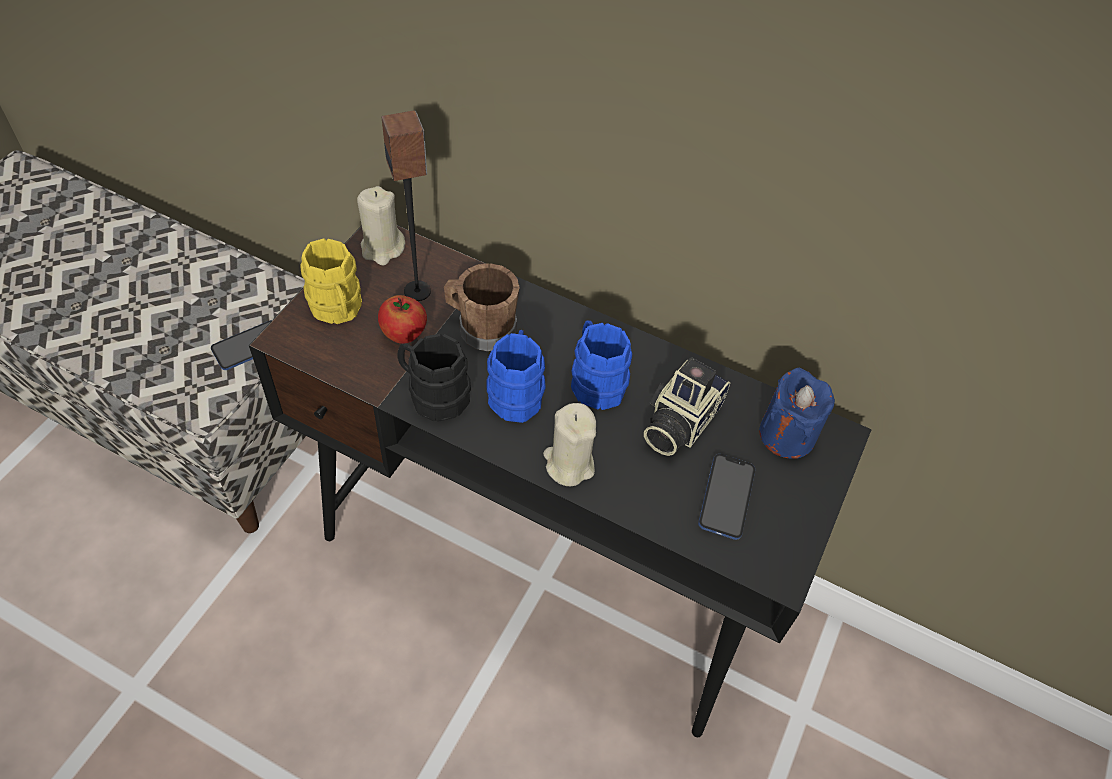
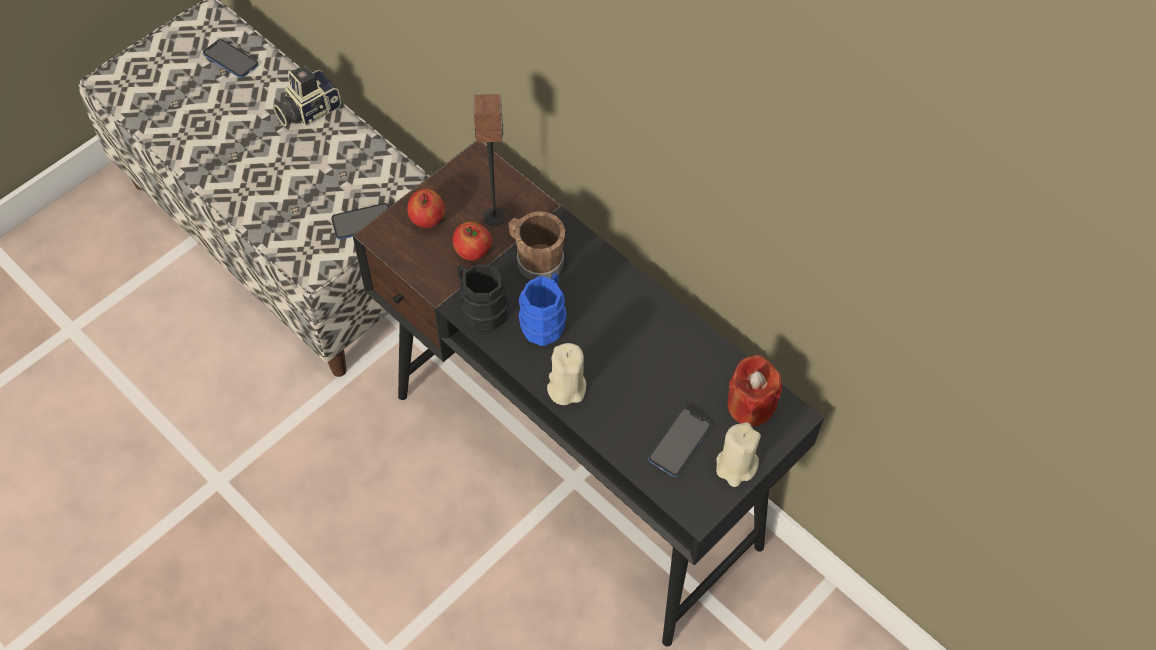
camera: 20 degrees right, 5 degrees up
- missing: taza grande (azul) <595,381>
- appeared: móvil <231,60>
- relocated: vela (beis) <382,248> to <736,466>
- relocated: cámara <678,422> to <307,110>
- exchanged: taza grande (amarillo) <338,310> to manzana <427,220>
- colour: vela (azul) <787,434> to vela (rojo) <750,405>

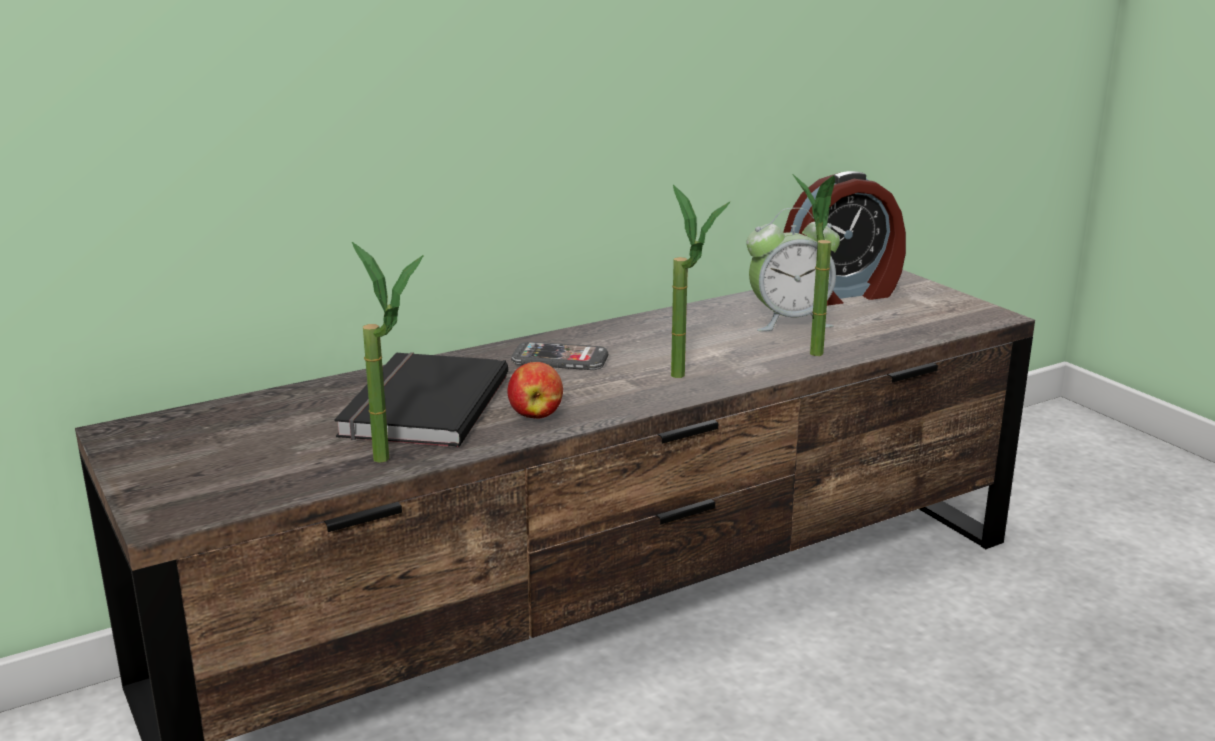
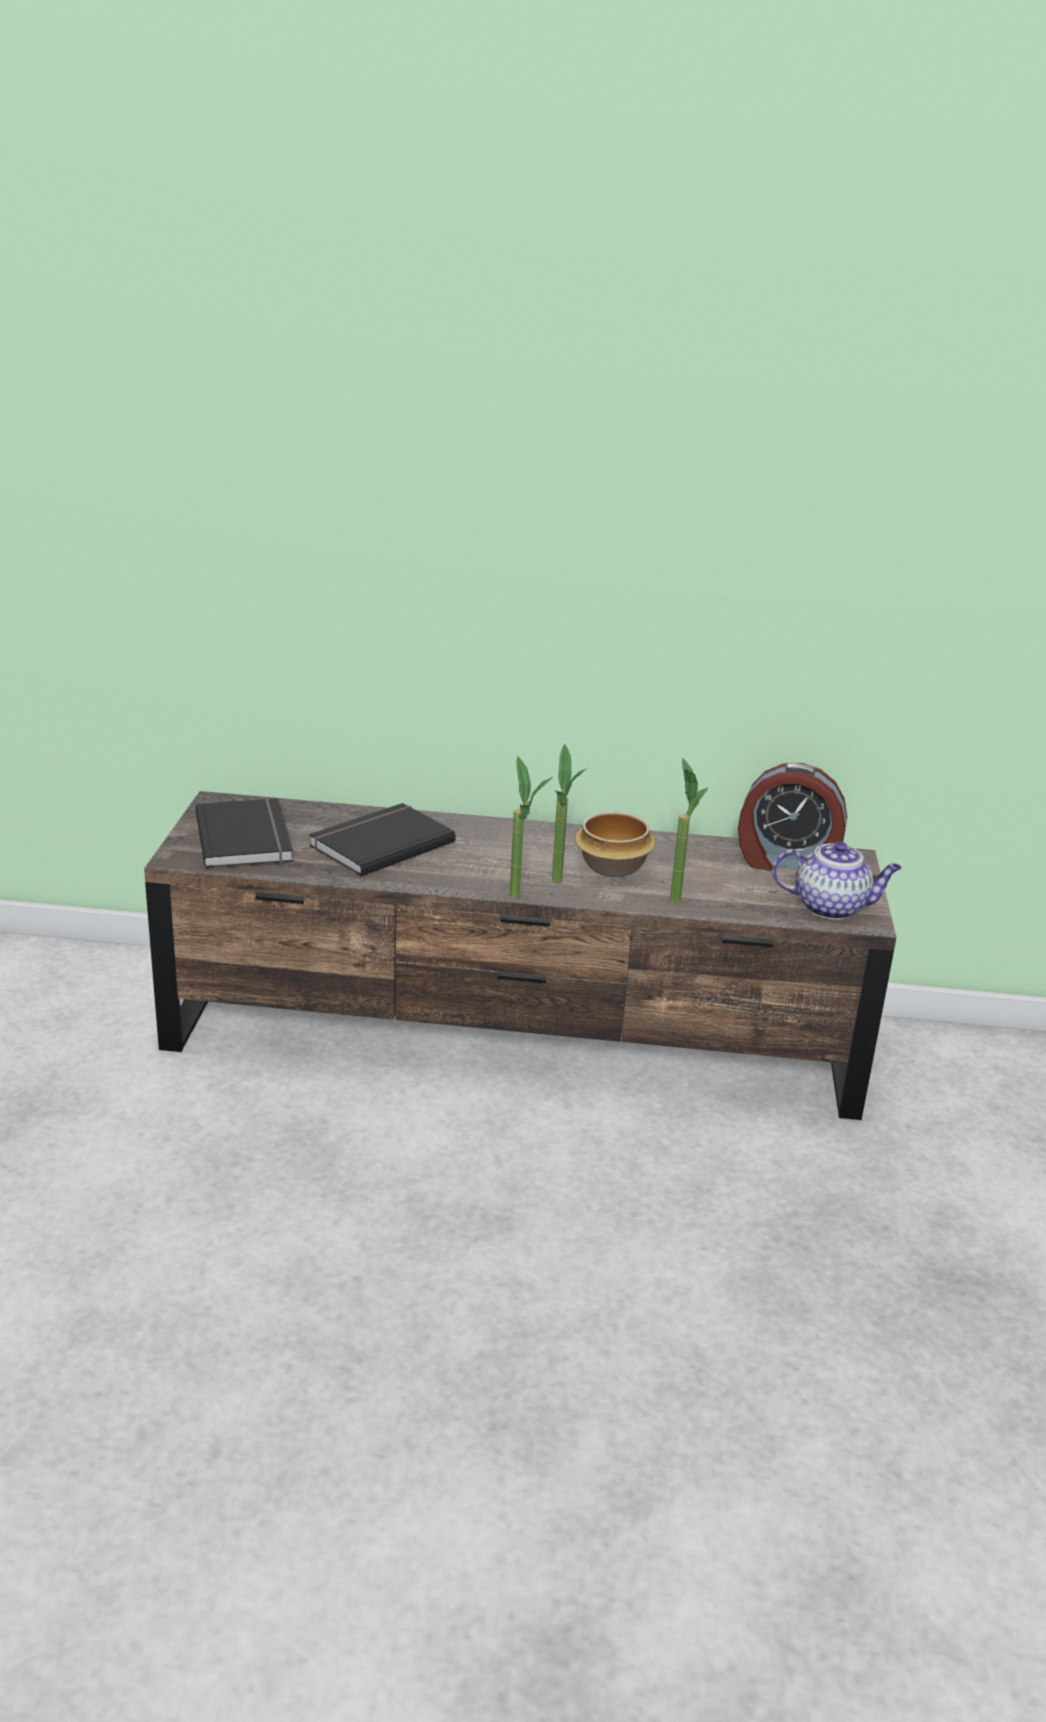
camera: 35 degrees right, 5 degrees up
- missing: manzana <535,414>
- missing: móvil <560,360>
- missing: despertador <789,321>
- appeared: libro (negro) <247,837>
- appeared: cuenco <614,867>
- appeared: tetera <831,907>
- relocated: planta en maceta <397,460> to <522,899>

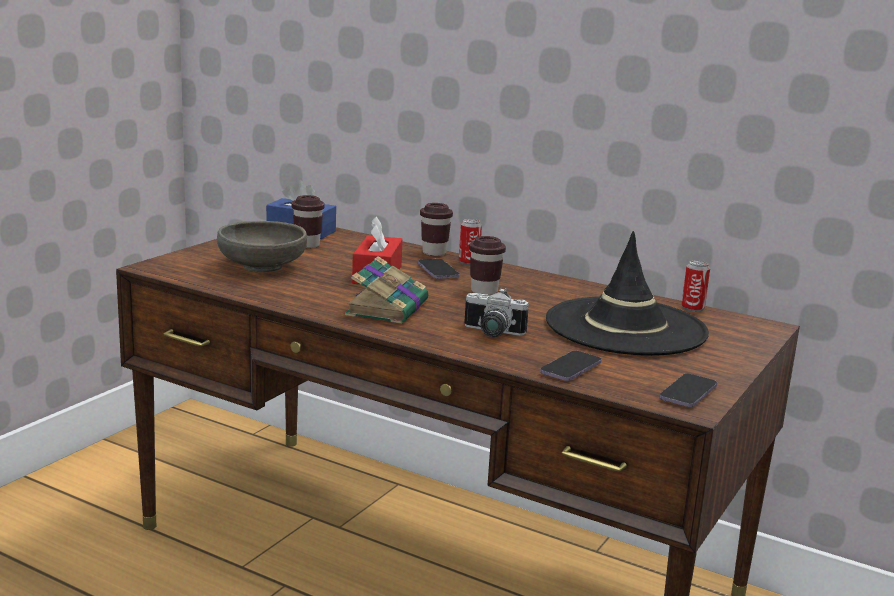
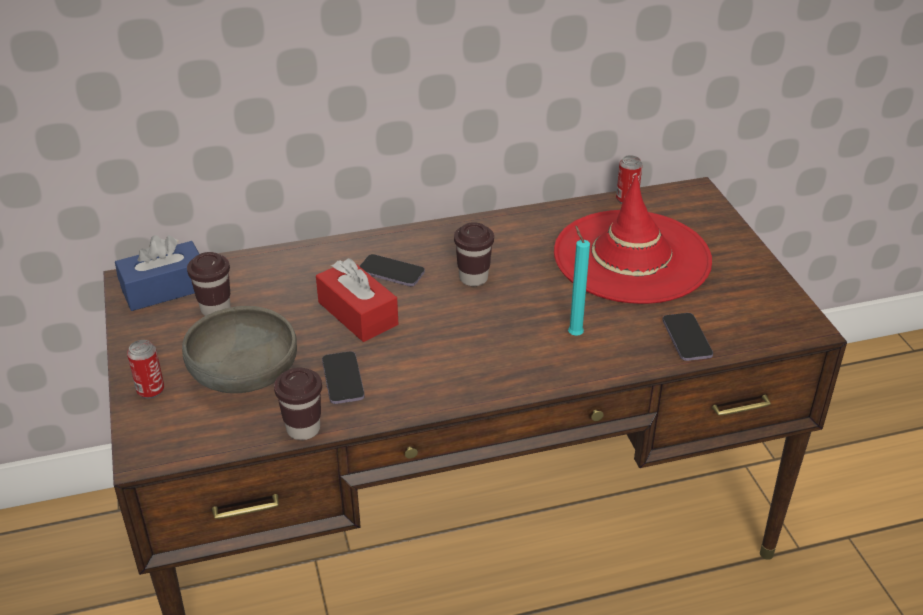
camera: 45 degrees left, 20 degrees up
- missing: libro <388,307>
- relocated: taza (marrón) <434,253> to <303,429>
- relocated: lata <469,262> to <150,390>
- relocated: móvil <688,393> to <343,379>
- exchanged: cámara <491,333> to vela (turquesa) <574,334>
- colour: sombrero (negro) <625,327> to sombrero (rojo) <632,257>

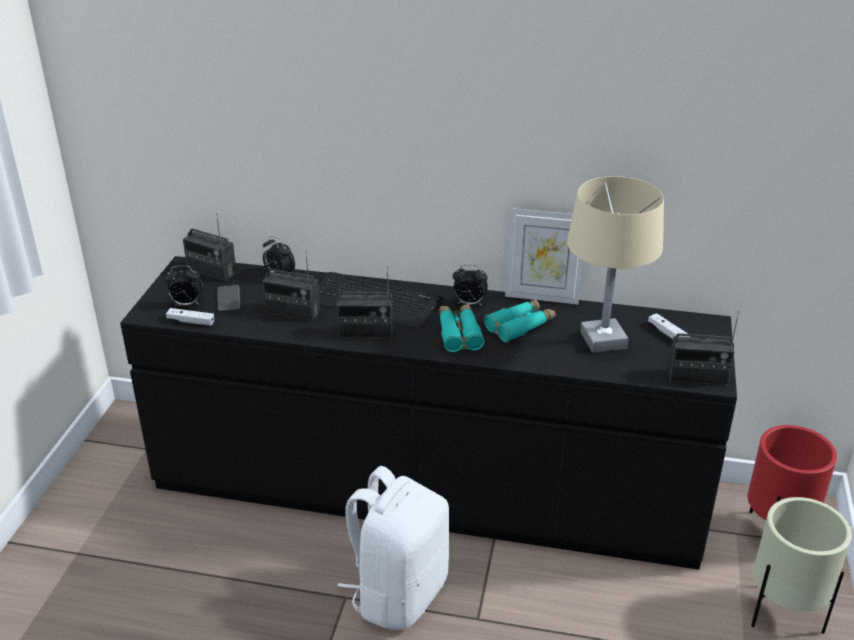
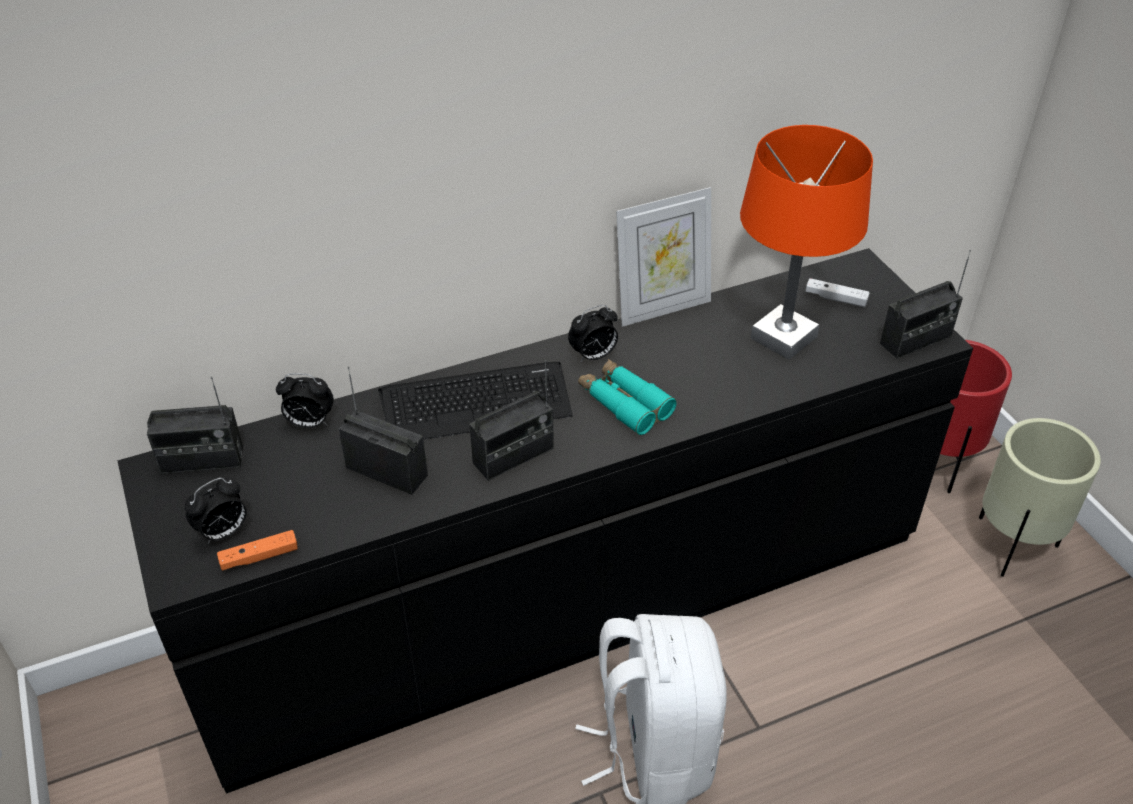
camera: 35 degrees left, 10 degrees up
- missing: móvil <228,299>
- missing: prismáticos (turquesa) <520,326>
- colour: mando de consola (blanco) <191,321> to mando de consola (naranja) <259,557>
- colour: lámpara de mesa (beis) <603,340> to lámpara de mesa (naranja) <783,338>
- spun: radio <292,311> = <387,471> 135 degrees counterclockwise

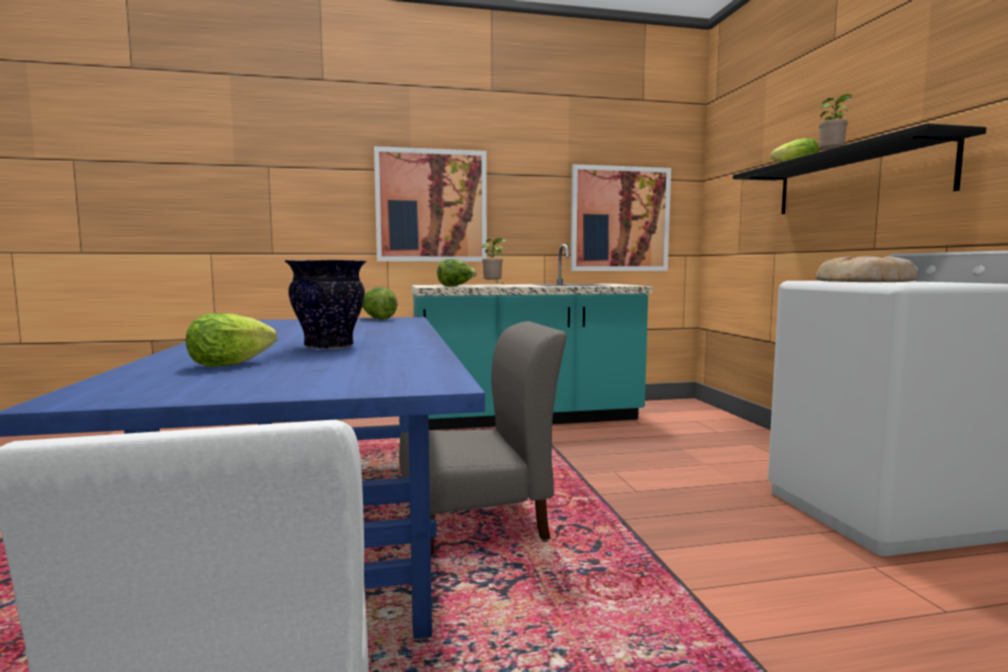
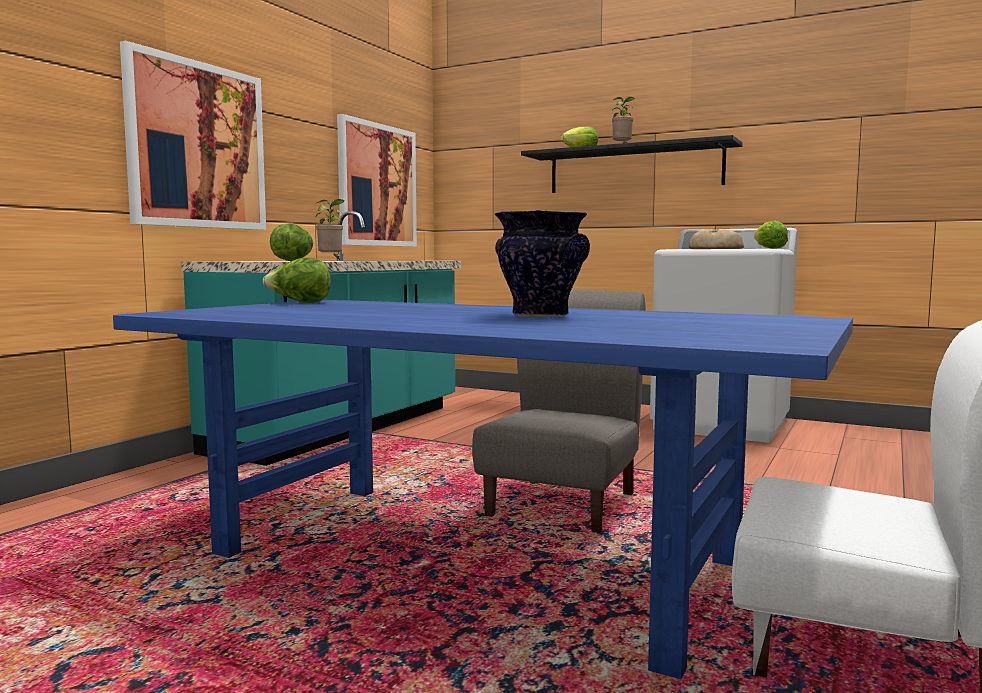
camera: 50 degrees left, 0 degrees up
- relocated: lechuga <229,364> to <769,249>

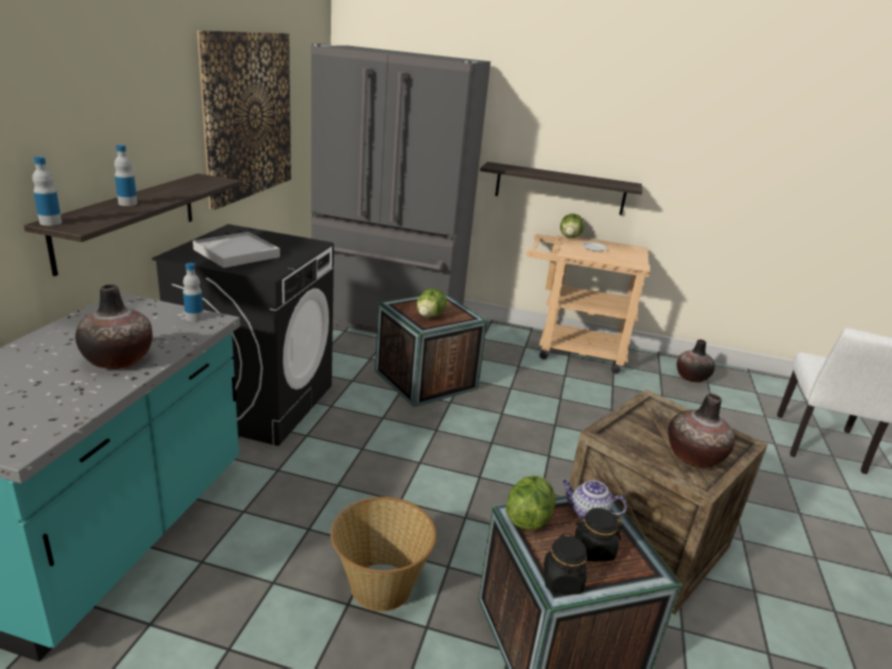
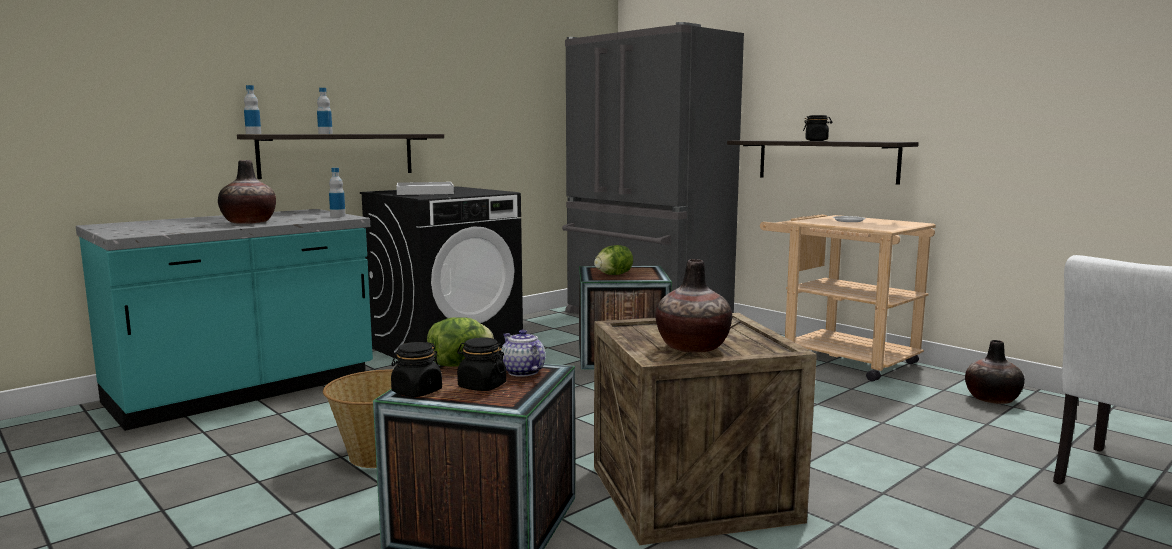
camera: 35 degrees right, 15 degrees down
- missing: cuadro <248,116>
- missing: lechuga <570,237>
- appeared: tarro (negro) <816,140>

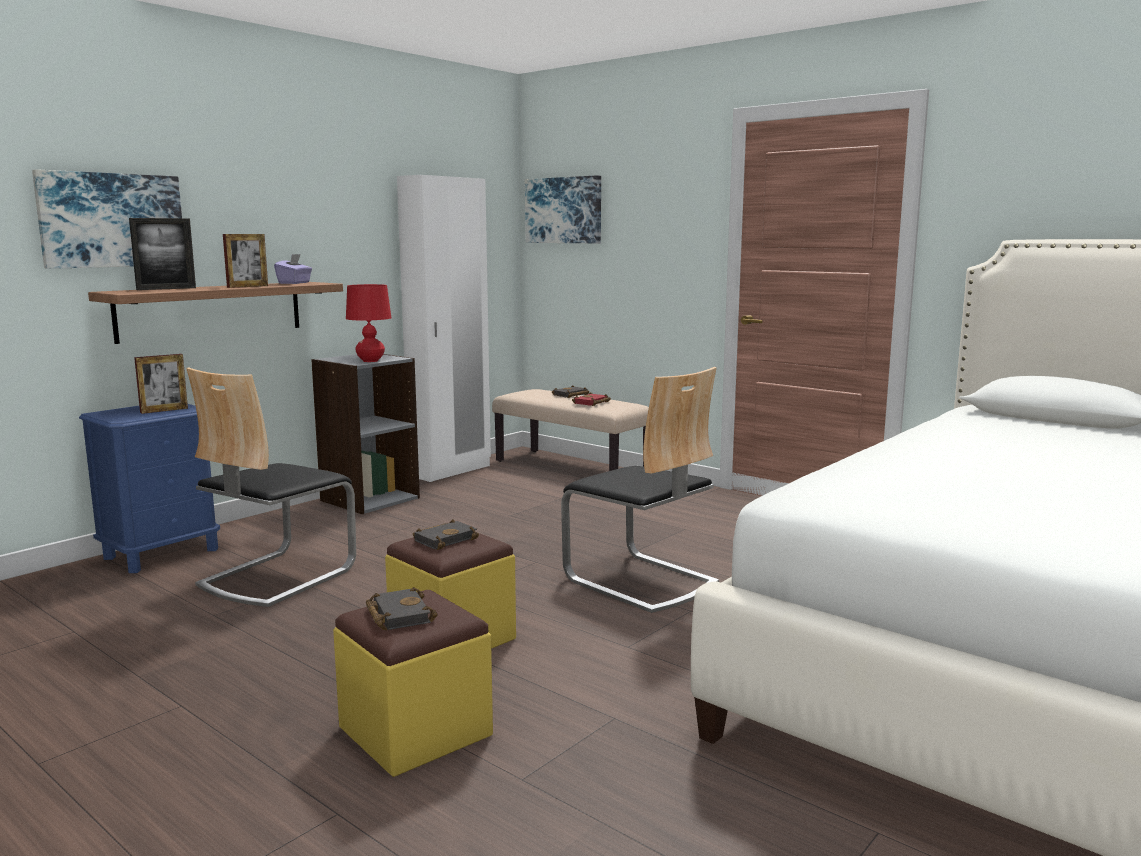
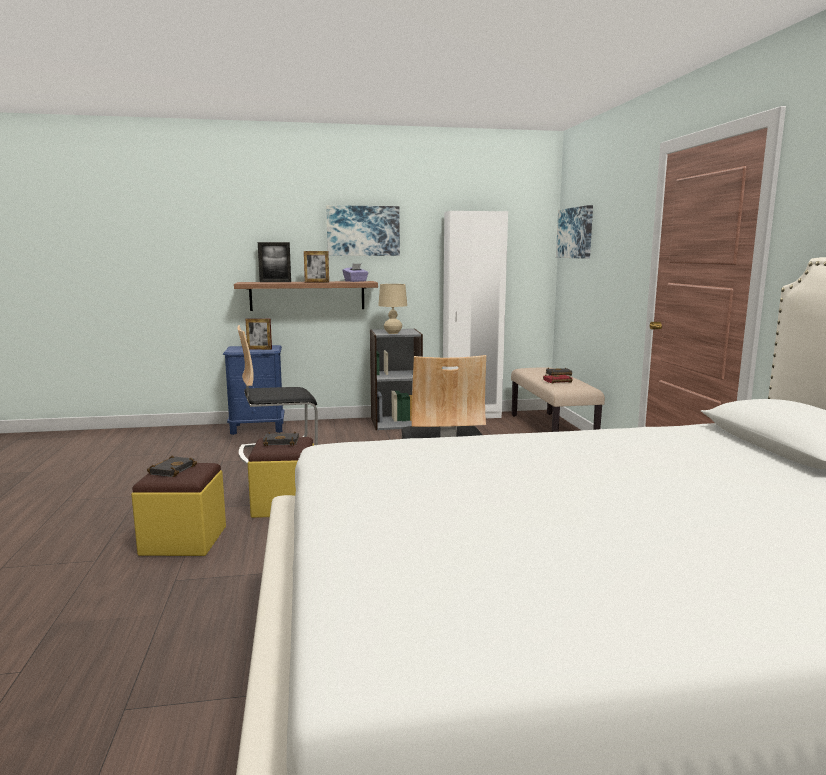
camera: 40 degrees right, 0 degrees up
- relocated: cuadro <111,220> to <363,231>
- colour: lámpara de mesa (rojo) <370,361> to lámpara de mesa (beis) <393,333>

